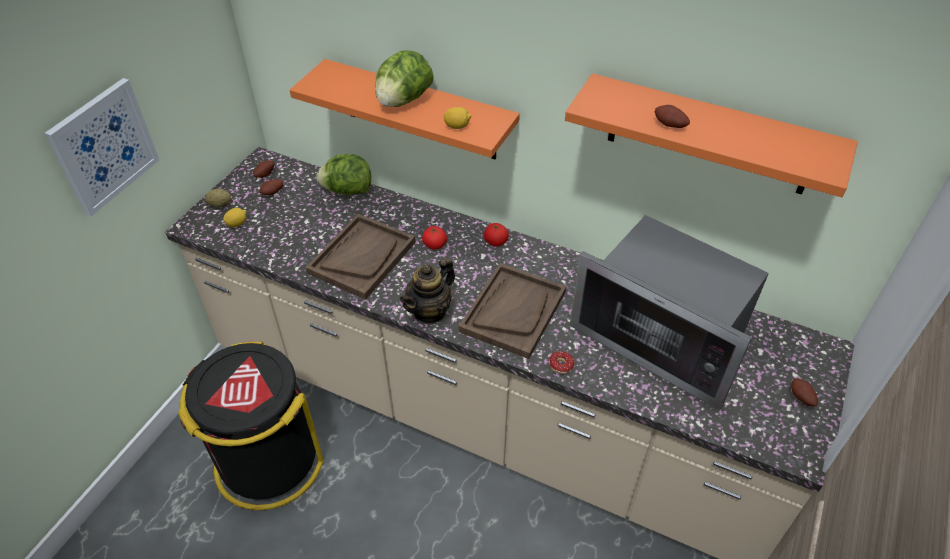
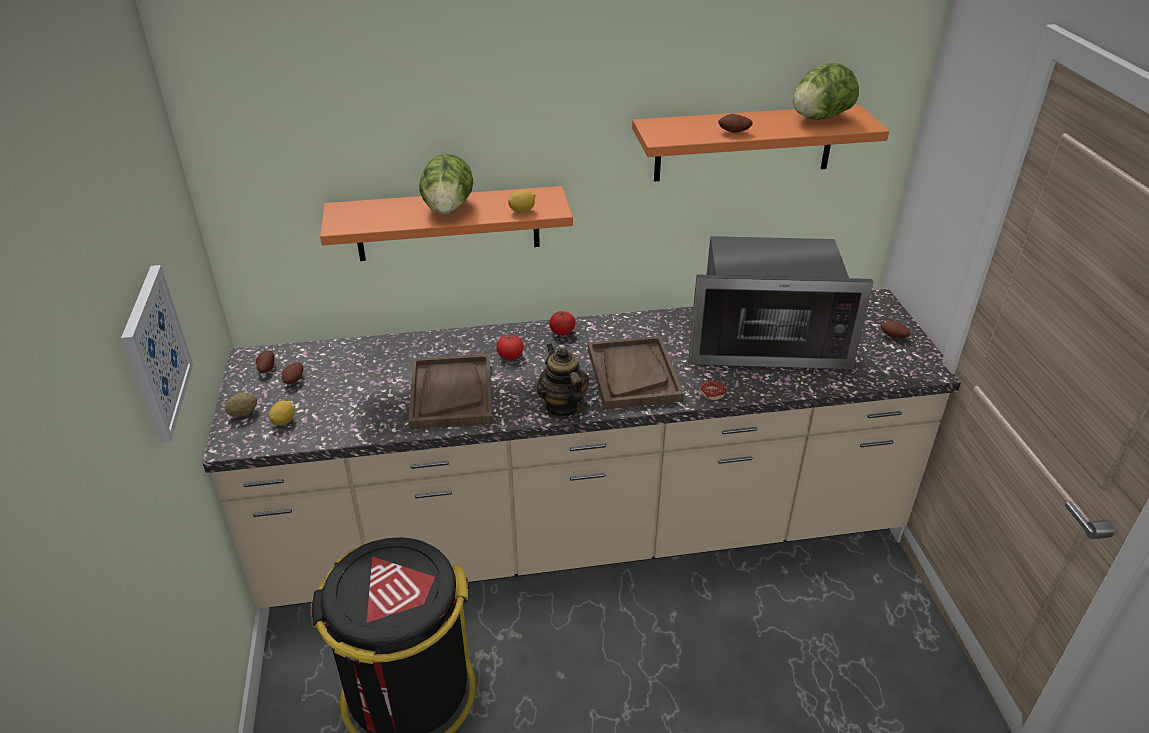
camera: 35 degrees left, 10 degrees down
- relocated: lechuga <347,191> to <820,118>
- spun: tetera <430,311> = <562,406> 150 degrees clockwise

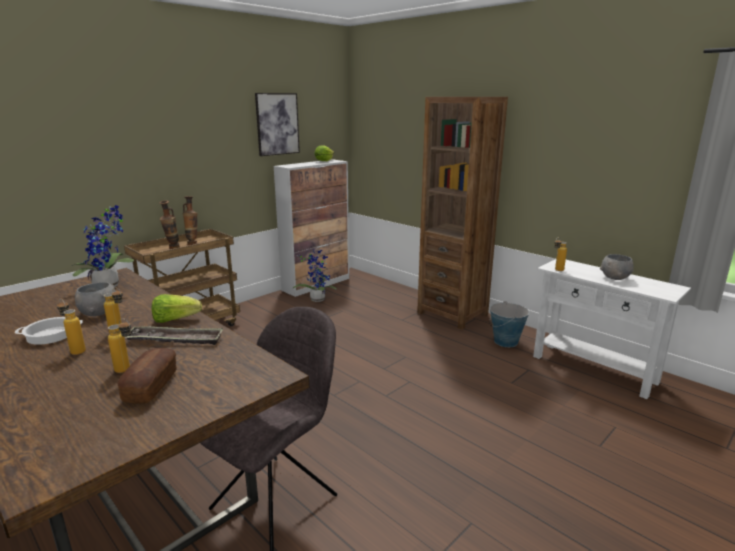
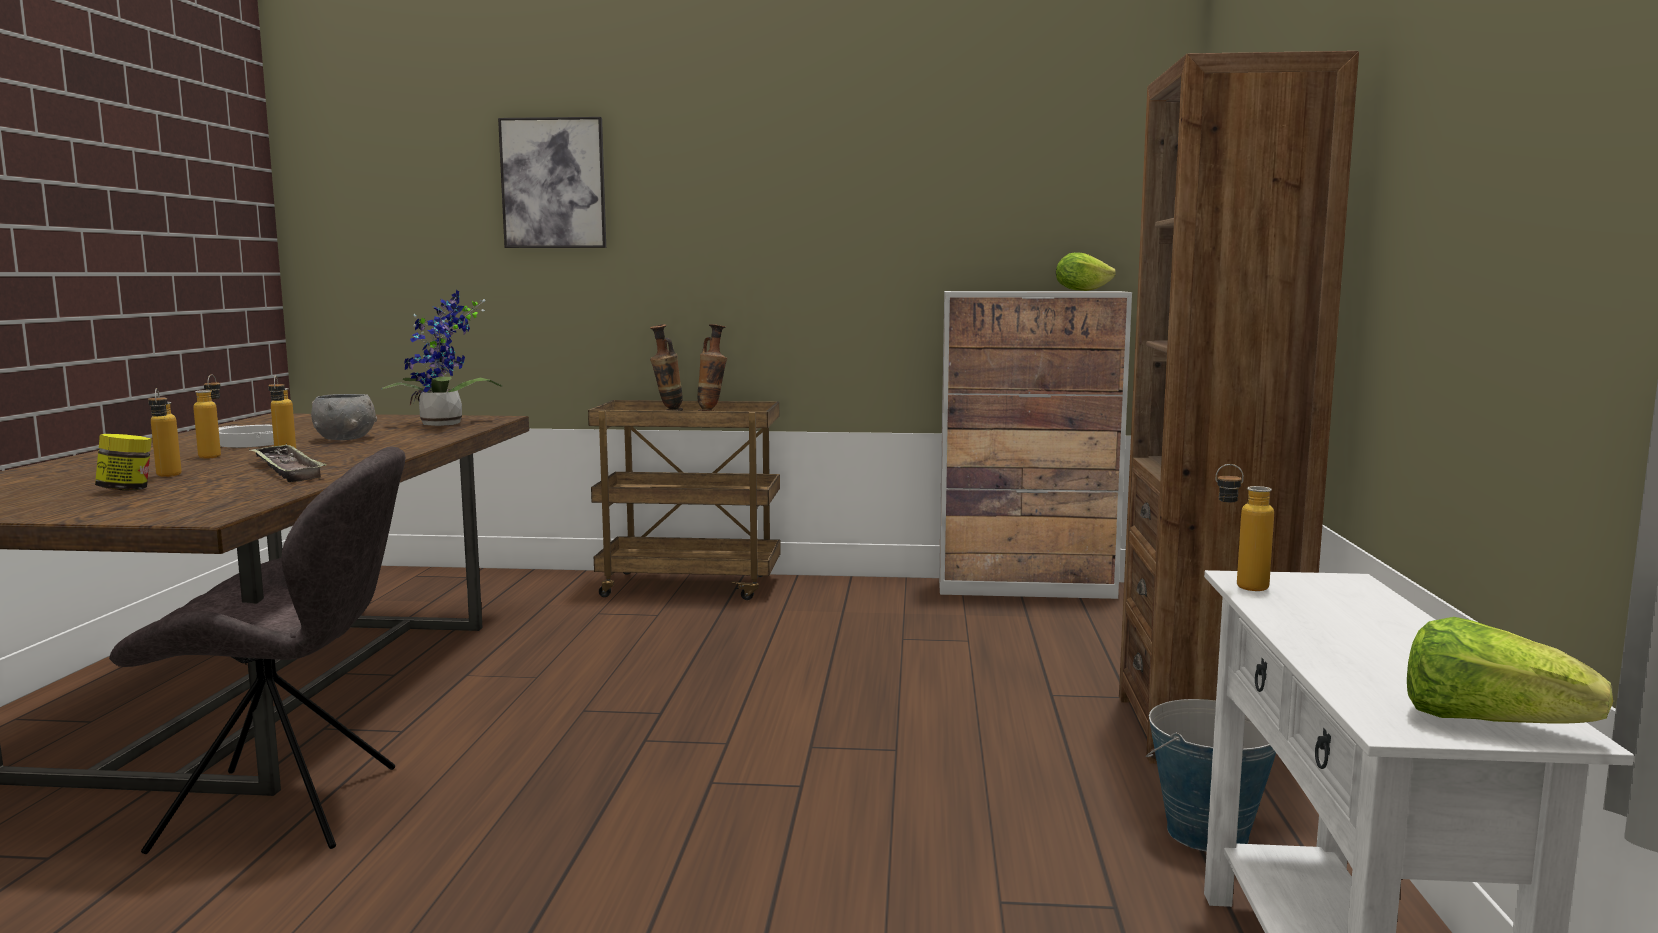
camera: 50 degrees right, 10 degrees down
- missing: planta en maceta <317,298>
- missing: cuenco (gris) <614,277>
- relocated: lechuga <175,319> to <1486,723>
- relocated: cuadro <277,124> to <553,183>
- exchanged: pan <151,386> to tarro <126,490>

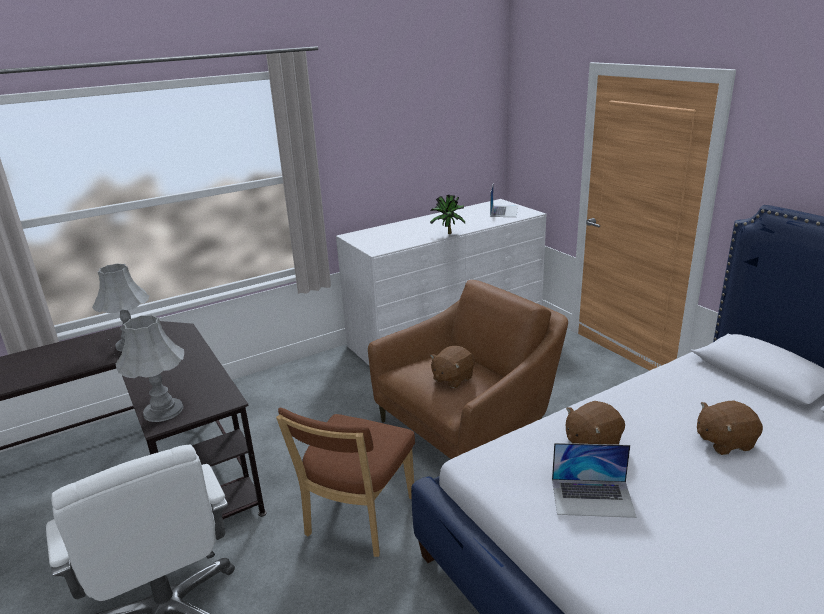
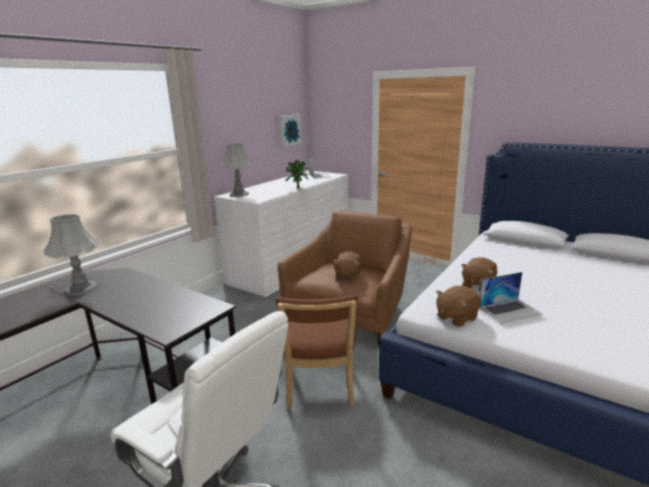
camera: 25 degrees left, 5 degrees down
- appeared: cuadro <289,130>
- relocated: lámpara de mesa (gris) <163,410> to <239,194>
- relocated: peluche (marrón) <724,442> to <456,317>

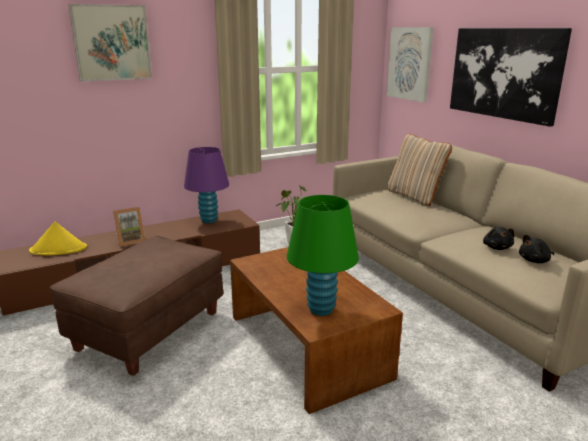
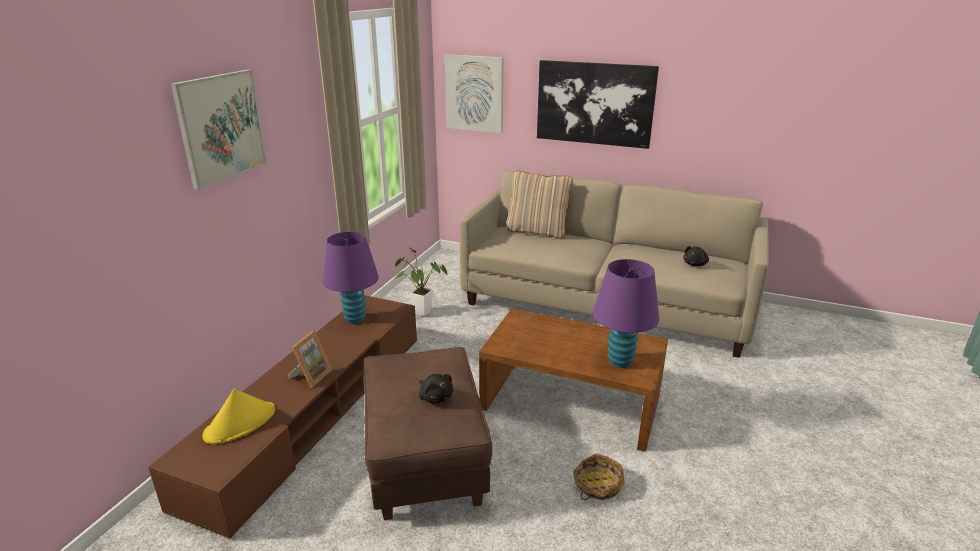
camera: 40 degrees left, 5 degrees up
- appeared: cesta <597,485>
- relocated: peluche (negro) <497,247> to <435,397>
- colour: lámpara de mesa (verde) <321,309> to lámpara de mesa (morado) <620,362>

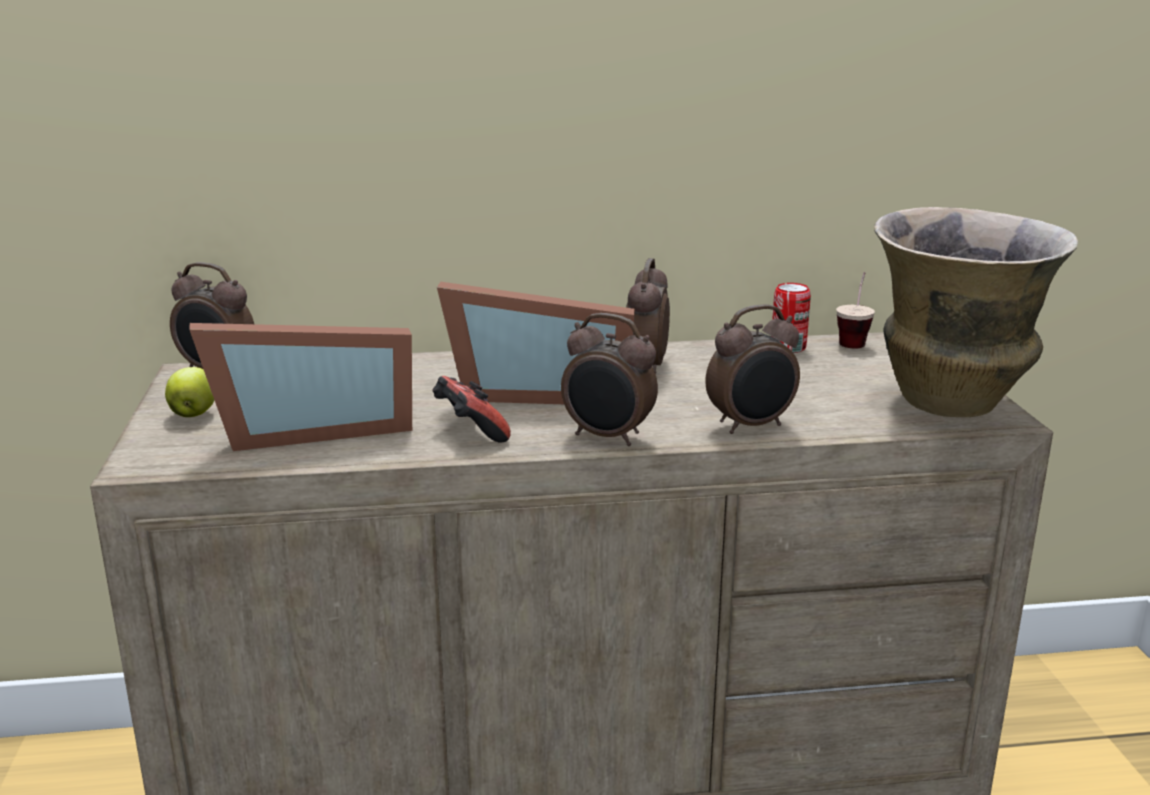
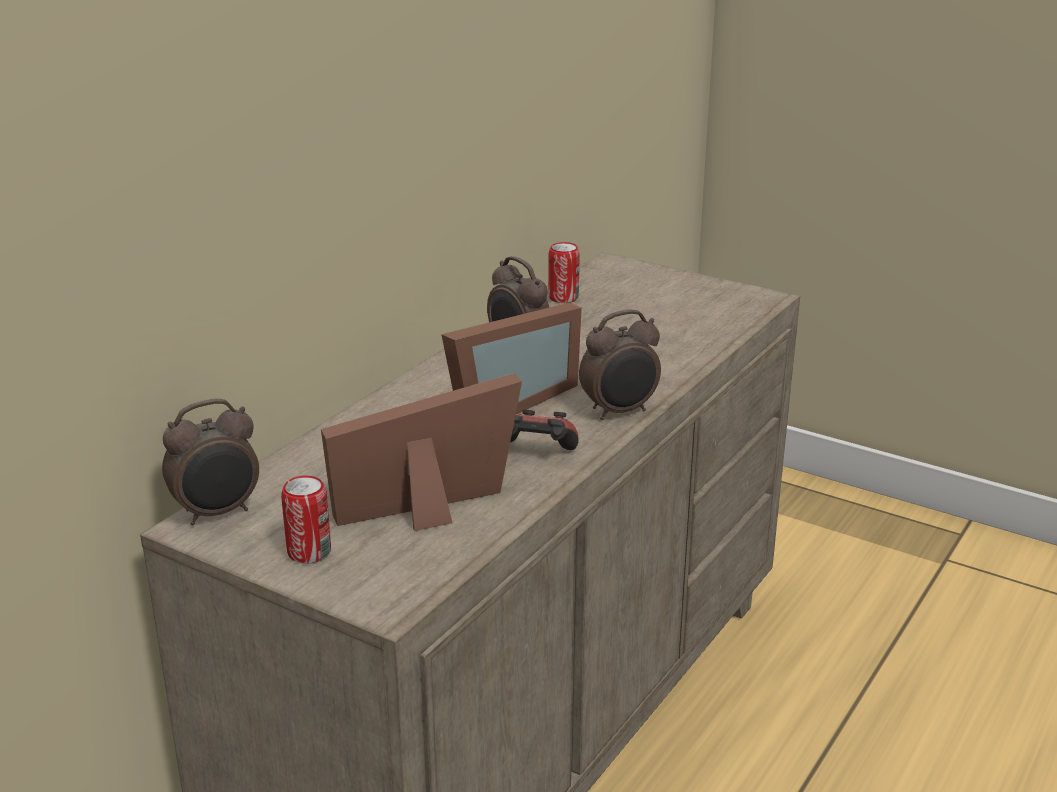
camera: 50 degrees left, 5 degrees up
- missing: despertador <751,426>
- missing: taza <854,340>
- missing: florero <953,404>
- exchanged: manzana <193,415> to lata <309,552>
- spun: portarretratos <311,430> = <432,511> 135 degrees counterclockwise

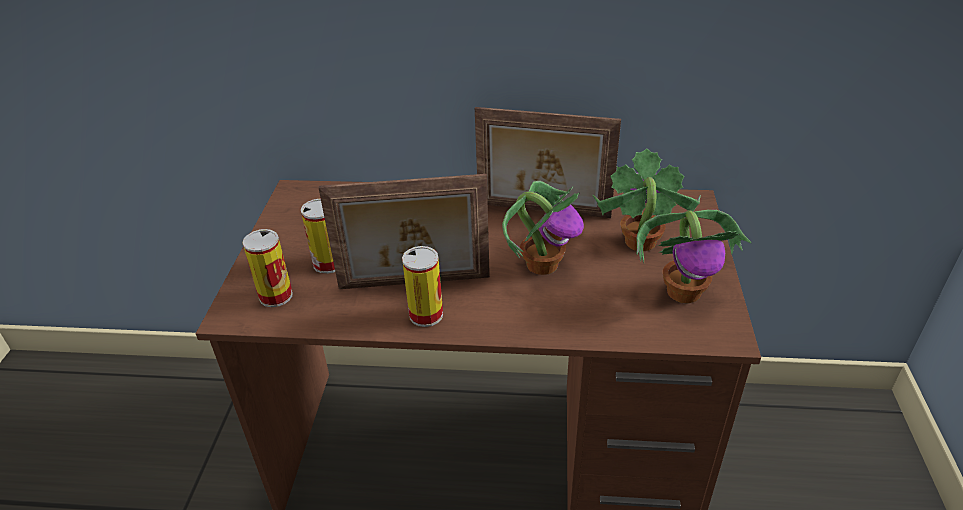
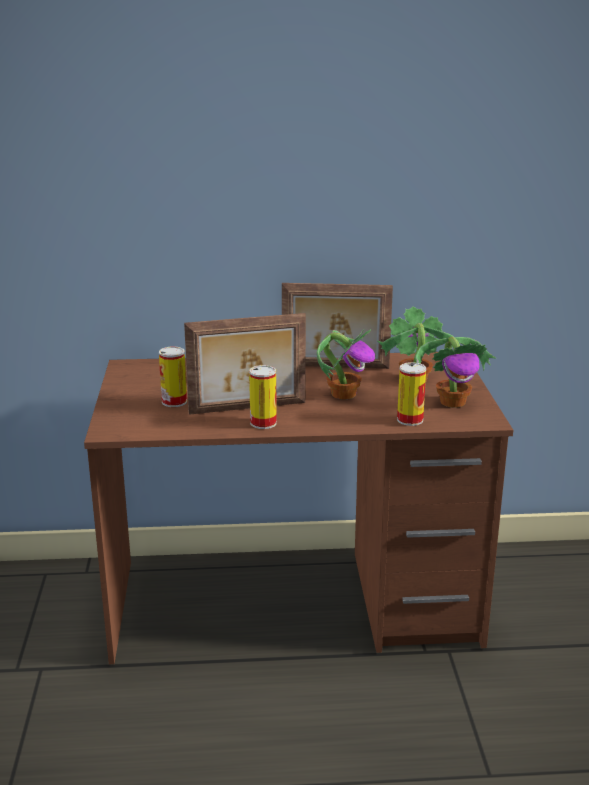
camera: 10 degrees left, 15 degrees down
- relocated: lata <276,296> to <410,420>

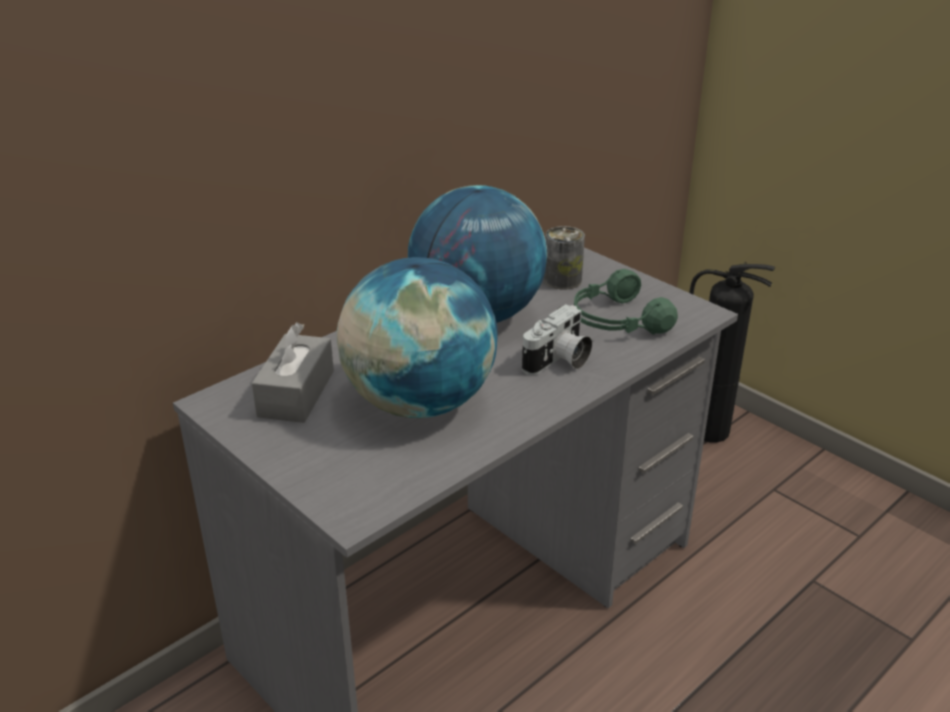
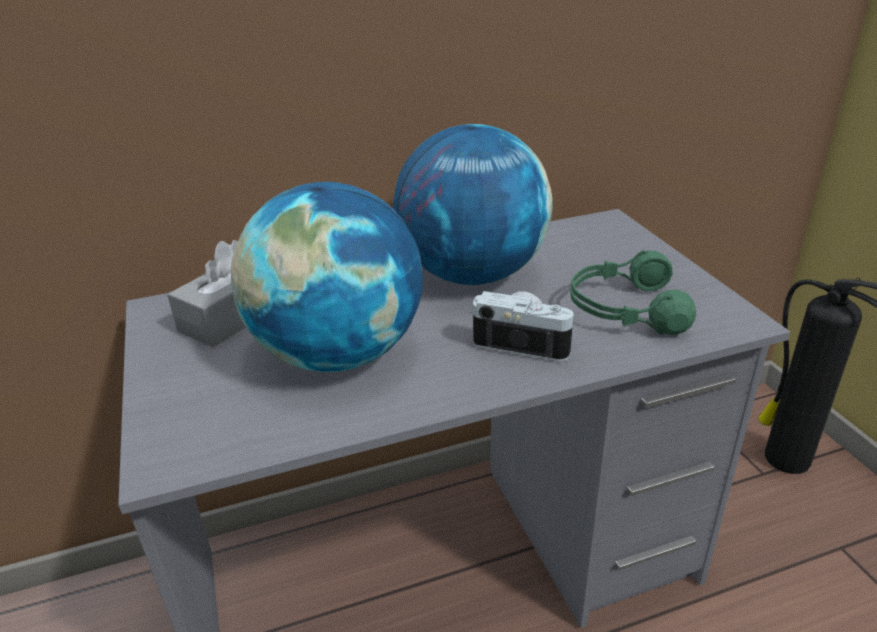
camera: 25 degrees right, 0 degrees up
- missing: lata <562,280>
- spun: cámara <558,361> = <524,342> 135 degrees counterclockwise

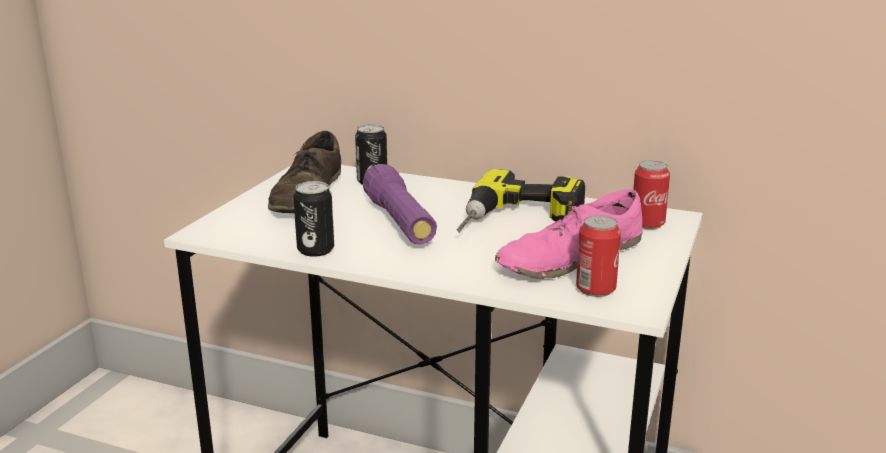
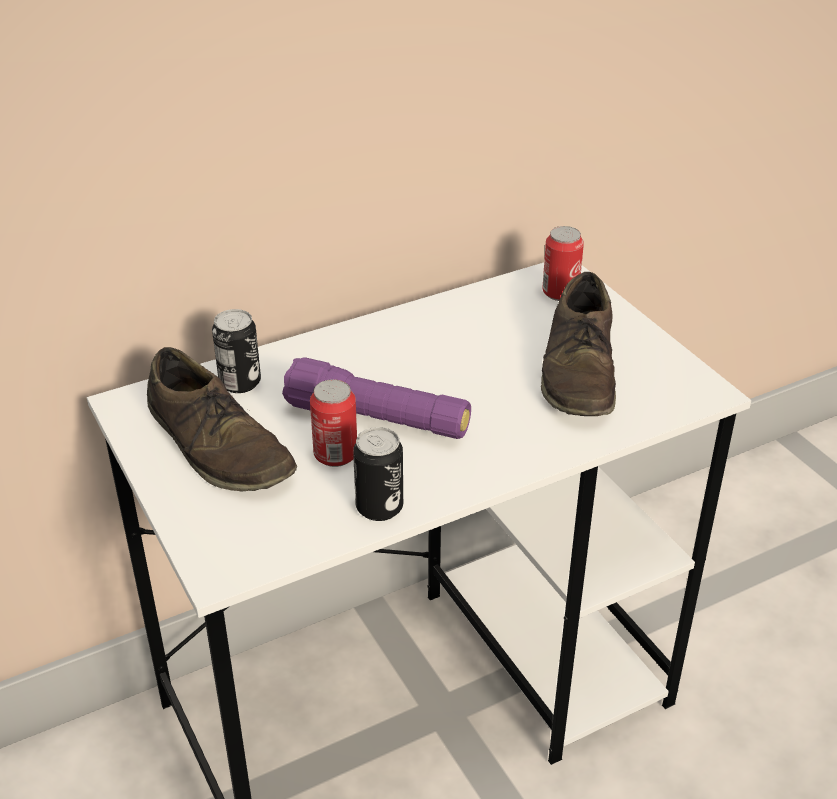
camera: 50 degrees left, 15 degrees up
- missing: taladro <519,220>
- relocated: lata <595,289> to <335,455>
- colour: zapato (rosa) <569,258> to zapato (marrón) <580,370>

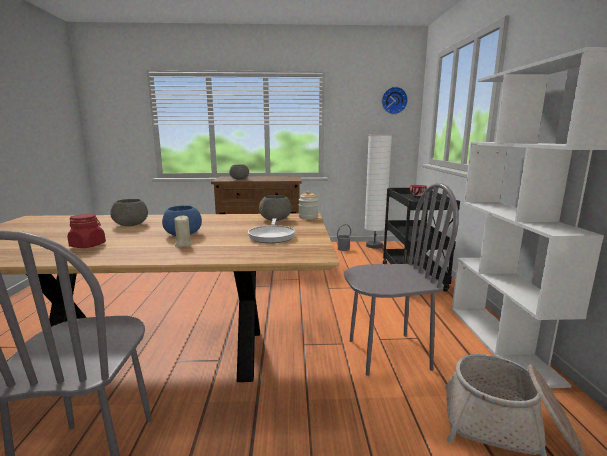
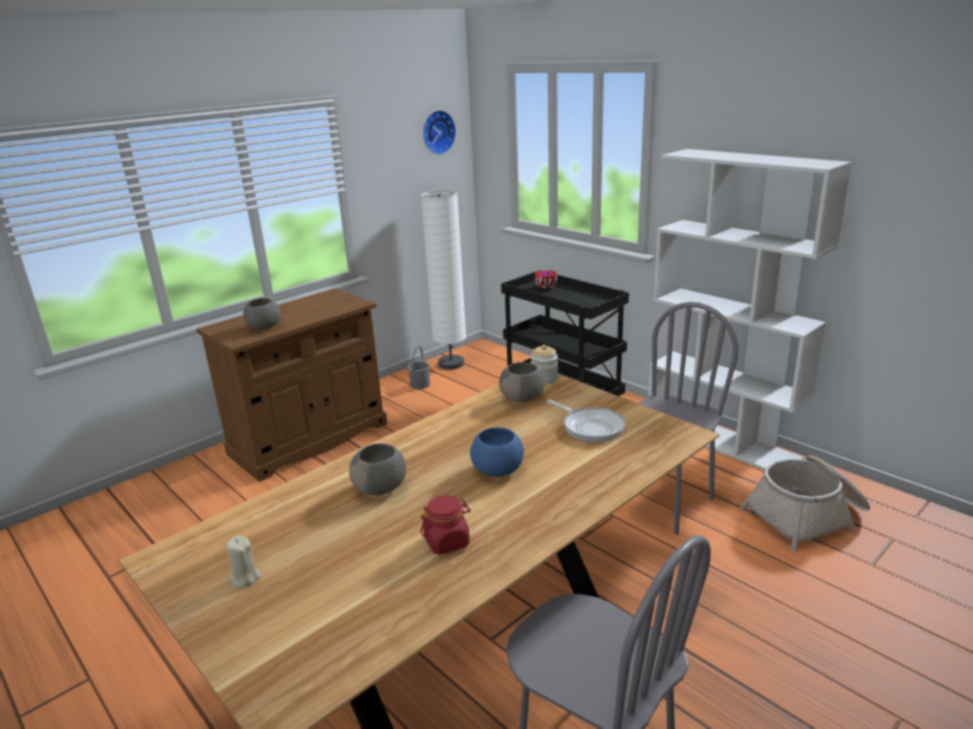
camera: 40 degrees left, 10 degrees up
- relocated: vela (beis) <183,244> to <245,578>

